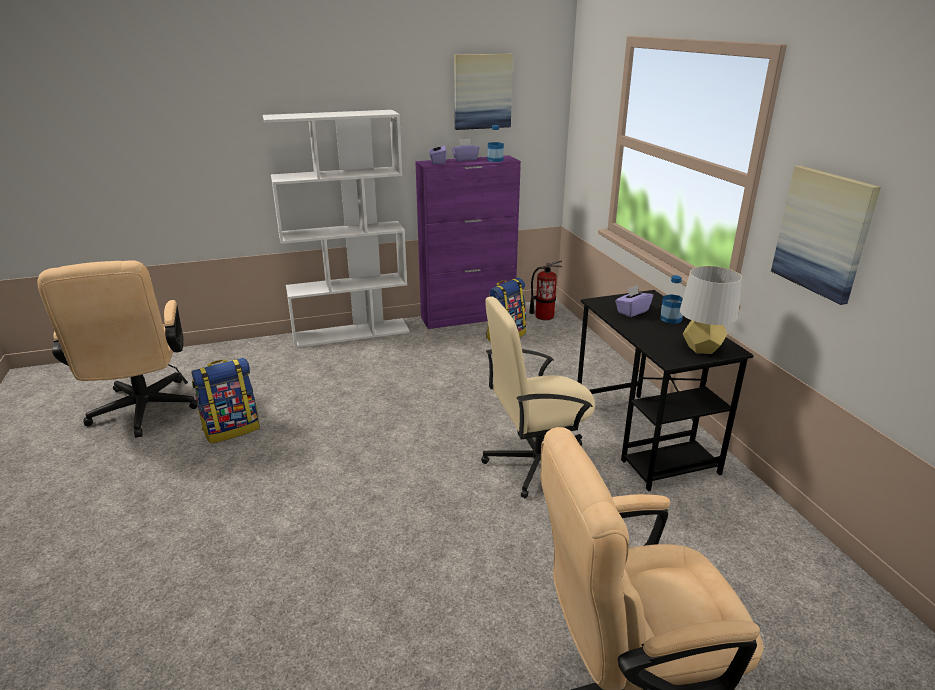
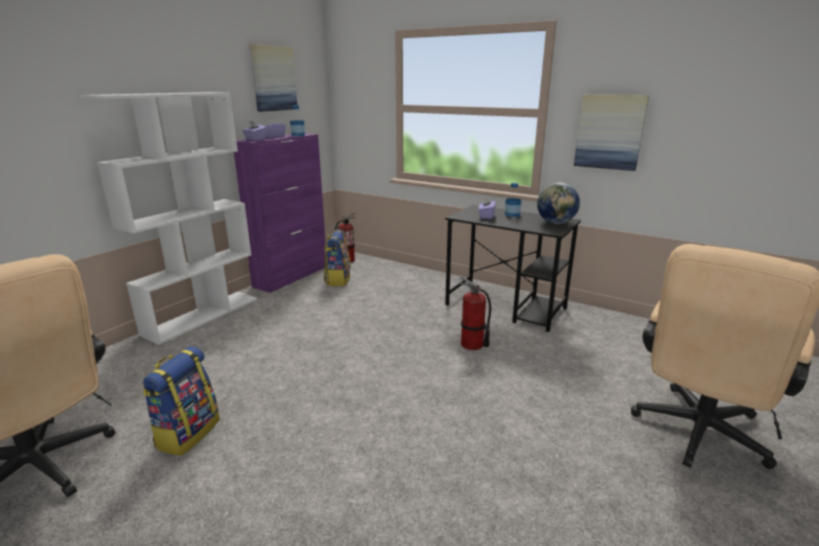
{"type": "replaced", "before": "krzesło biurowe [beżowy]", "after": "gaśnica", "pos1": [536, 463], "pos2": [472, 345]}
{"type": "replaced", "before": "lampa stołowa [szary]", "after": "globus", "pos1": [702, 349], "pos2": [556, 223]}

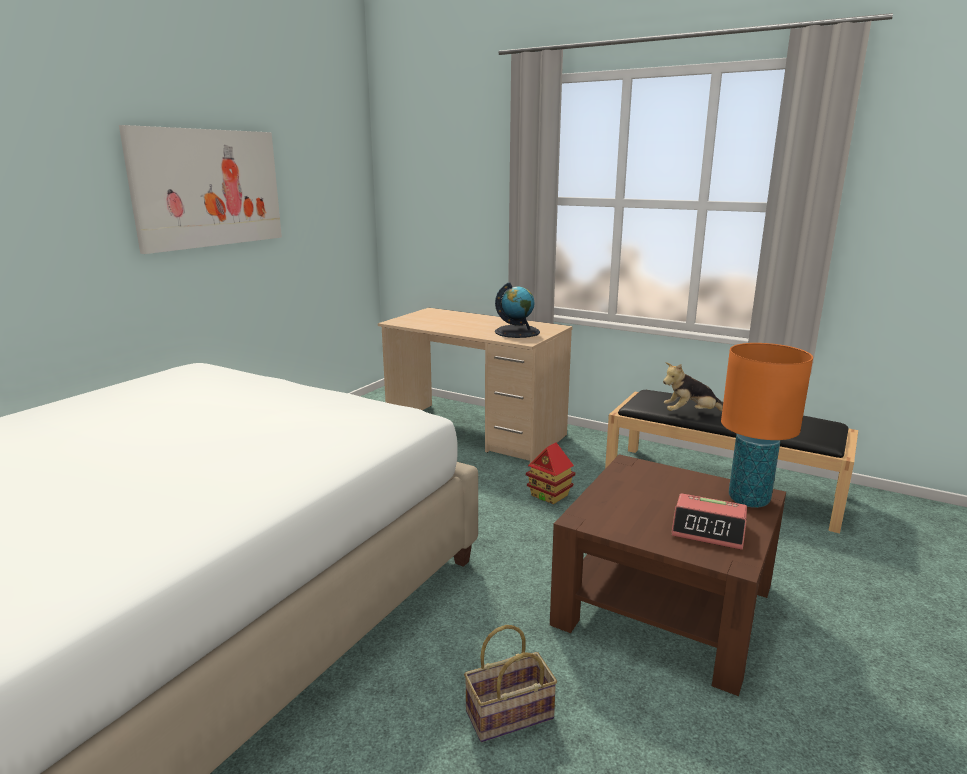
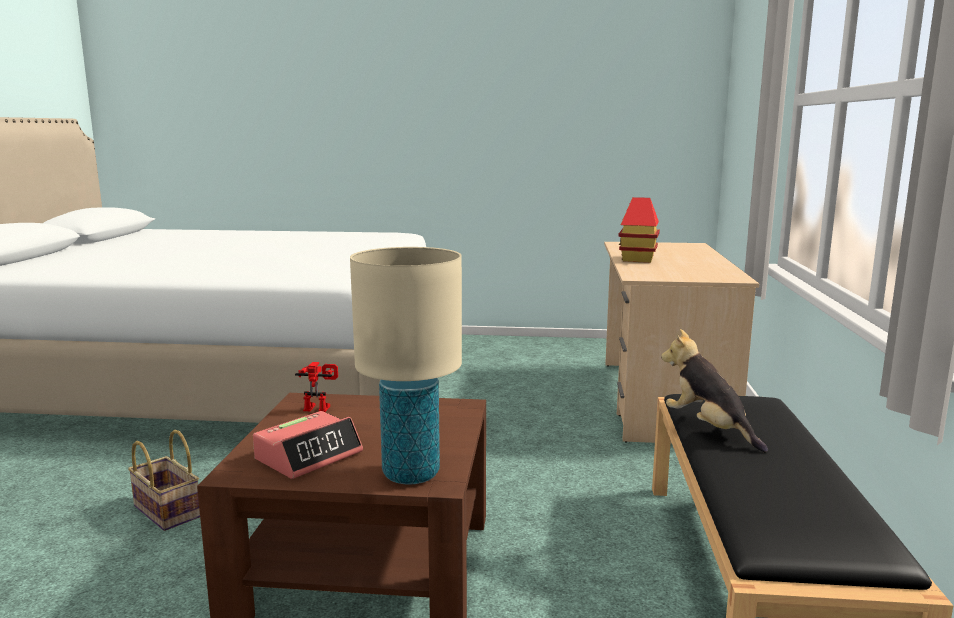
{"type": "removed", "before": "obraz", "pos1": [208, 188]}
{"type": "removed", "before": "globus", "pos1": [517, 332]}
{"type": "moved", "before": "domek", "pos1": [549, 495], "pos2": [638, 259]}
{"type": "turned", "before": "budzik", "pos1": [708, 530], "pos2": [309, 456], "turn": -135}
{"type": "recoloured", "before": "lampa stołowa [pomarańczowy]", "after": "lampa stołowa [beżowy]", "pos1": [748, 499], "pos2": [411, 474]}
{"type": "added", "after": "robot zabawkowy", "pos2": [319, 407]}

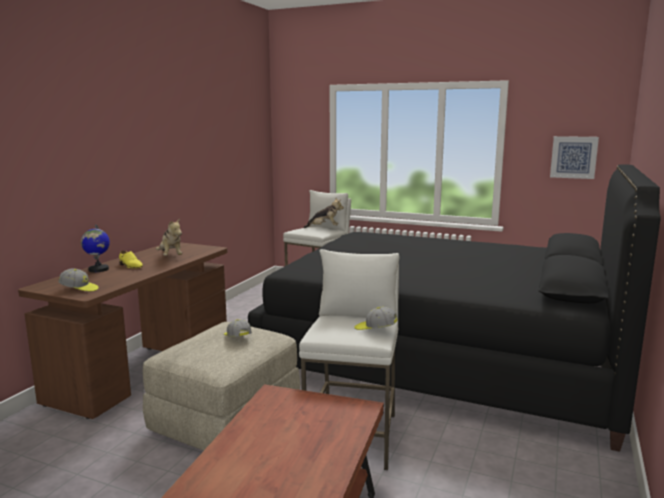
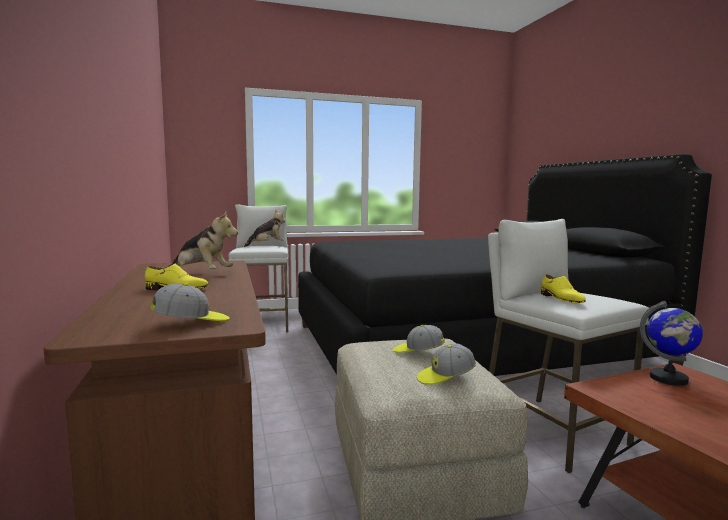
{"type": "moved", "before": "globus", "pos1": [98, 269], "pos2": [668, 379]}
{"type": "moved", "before": "czapka z daszkiem", "pos1": [375, 329], "pos2": [445, 377]}
{"type": "removed", "before": "obraz", "pos1": [573, 157]}
{"type": "added", "after": "but [żółty]", "pos2": [561, 299]}

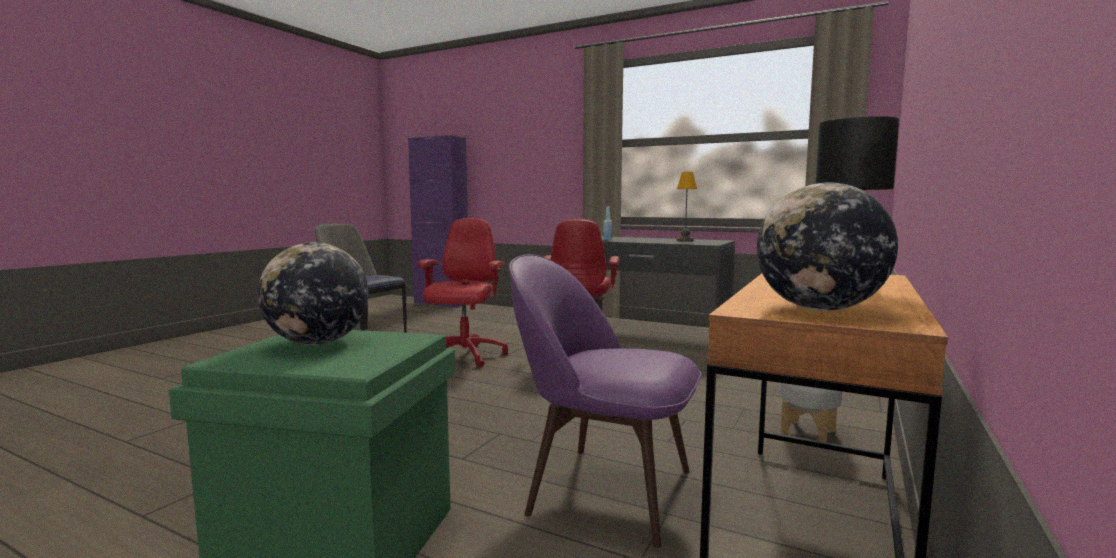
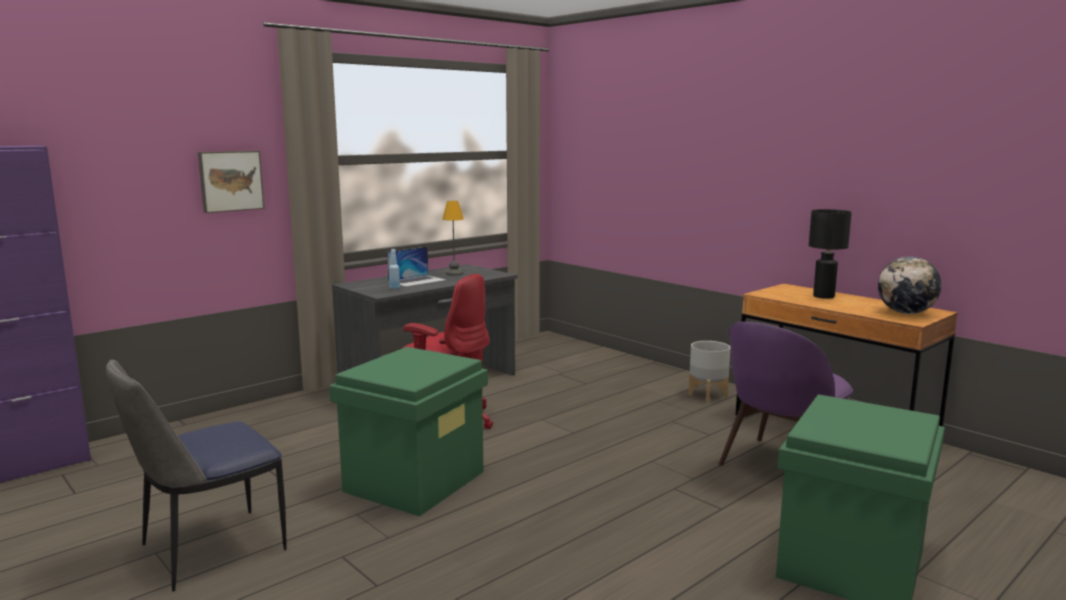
{"type": "removed", "before": "globus", "pos1": [318, 343]}
{"type": "replaced", "before": "krzesło biurowe [czerwony]", "after": "pojemnik do przechowywania [zielony]", "pos1": [464, 356], "pos2": [415, 481]}
{"type": "added", "after": "obraz", "pos2": [230, 181]}
{"type": "added", "after": "laptop", "pos2": [417, 280]}

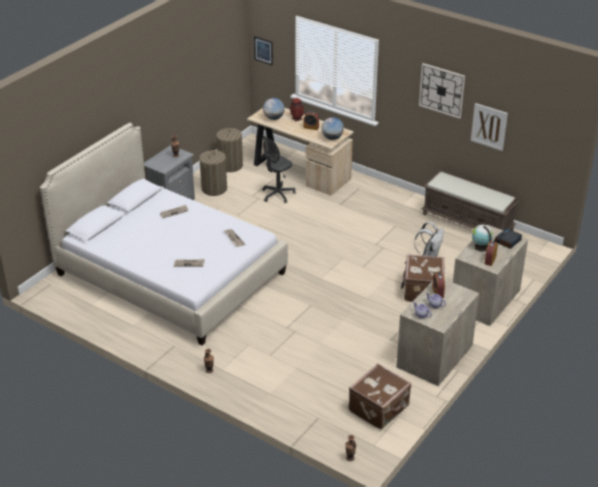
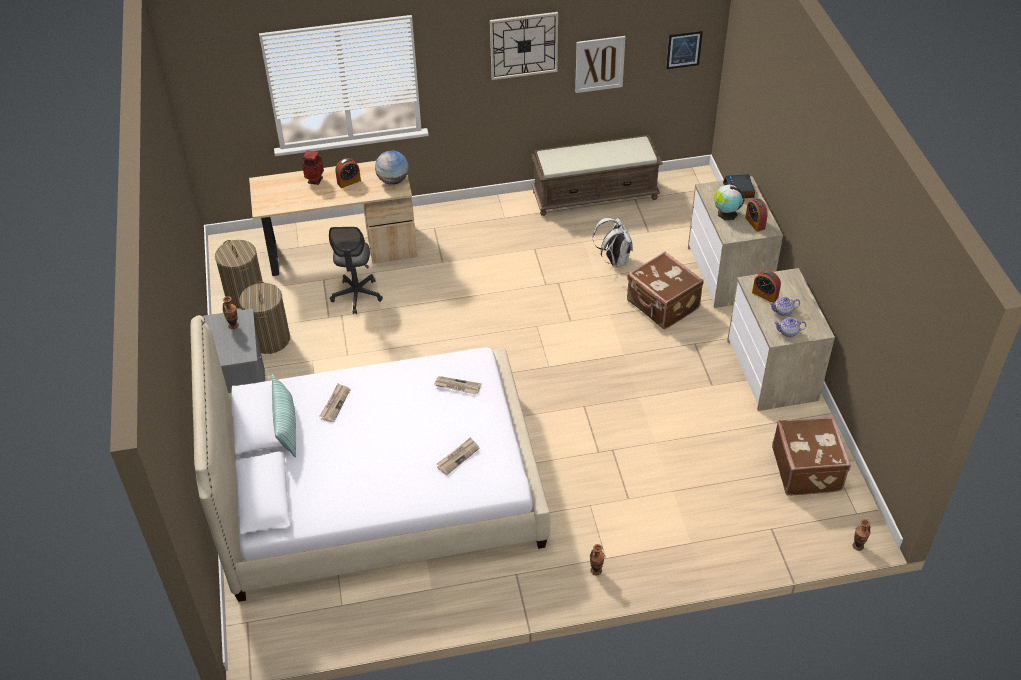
{"type": "moved", "before": "obraz", "pos1": [263, 50], "pos2": [684, 49]}
{"type": "removed", "before": "globus", "pos1": [274, 118]}
{"type": "added", "after": "poduszka", "pos2": [286, 427]}

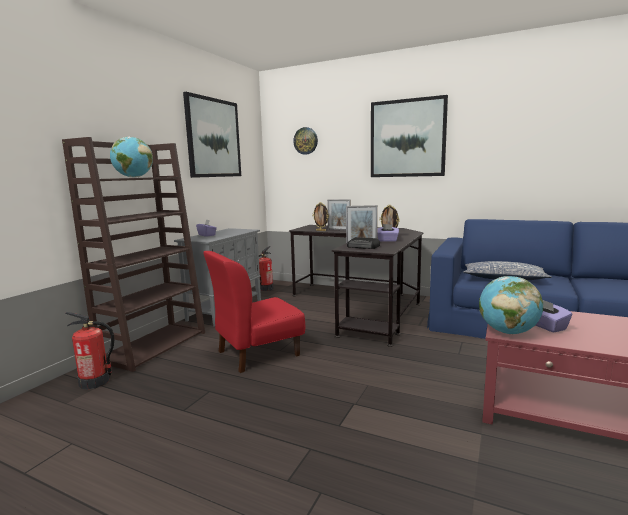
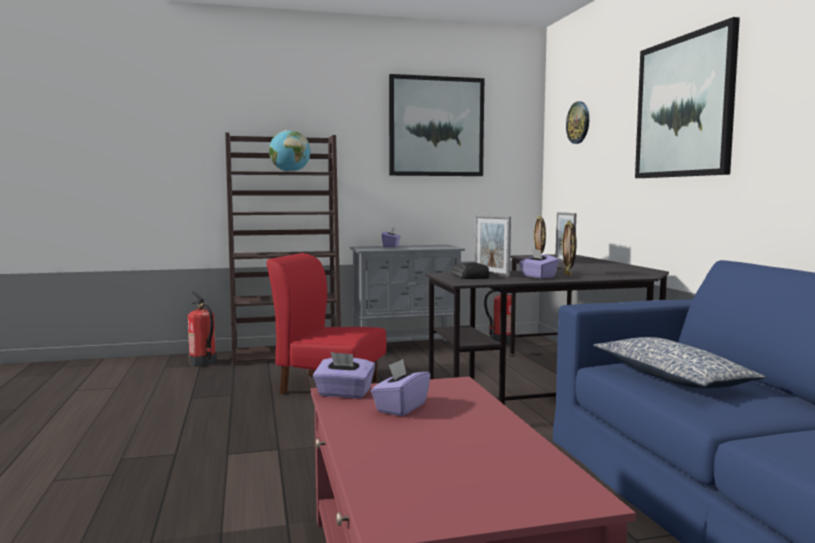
{"type": "replaced", "before": "globus", "after": "pudełko chusteczek [fioletowy]", "pos1": [507, 332], "pos2": [344, 393]}

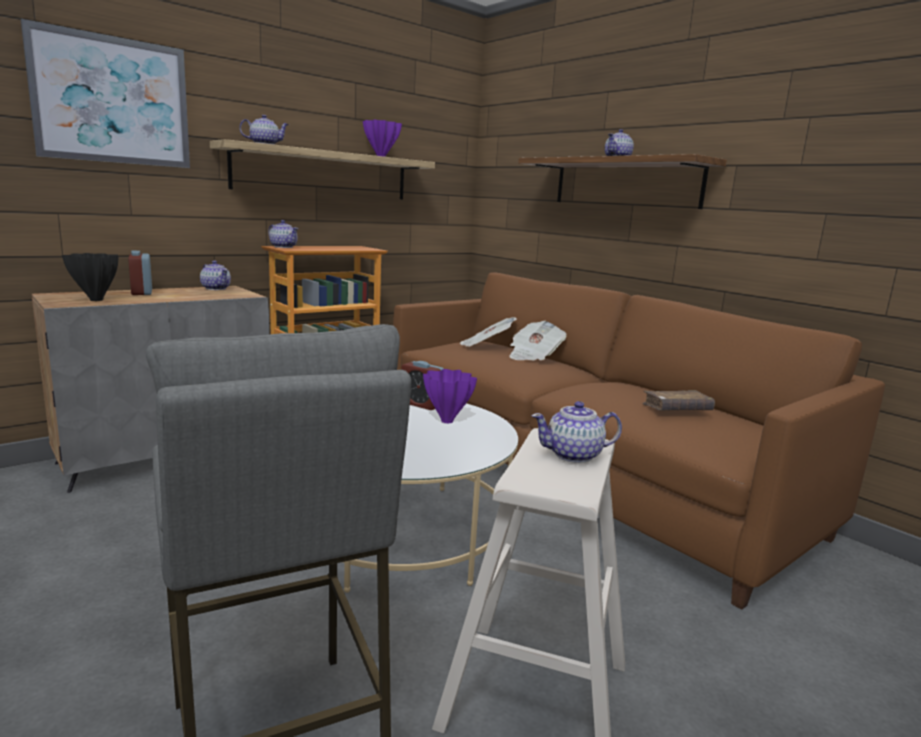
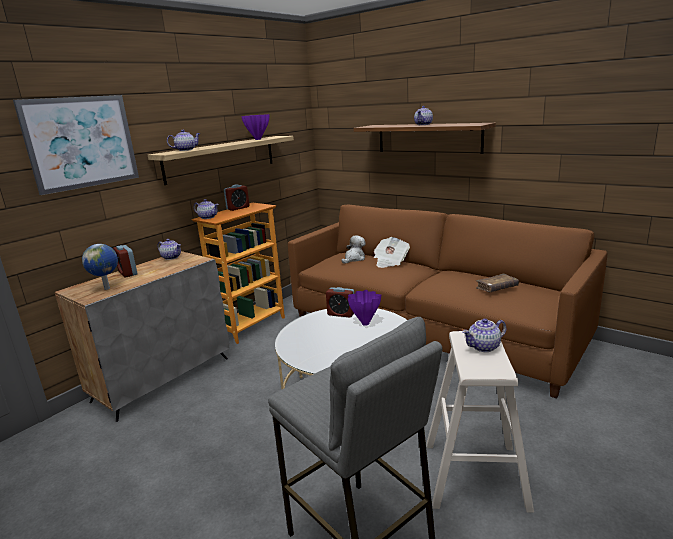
{"type": "replaced", "before": "wazon [czarny]", "after": "globus", "pos1": [96, 300], "pos2": [108, 288]}
{"type": "replaced", "before": "gazeta", "after": "pluszak", "pos1": [486, 346], "pos2": [354, 259]}
{"type": "added", "after": "budzik", "pos2": [238, 208]}

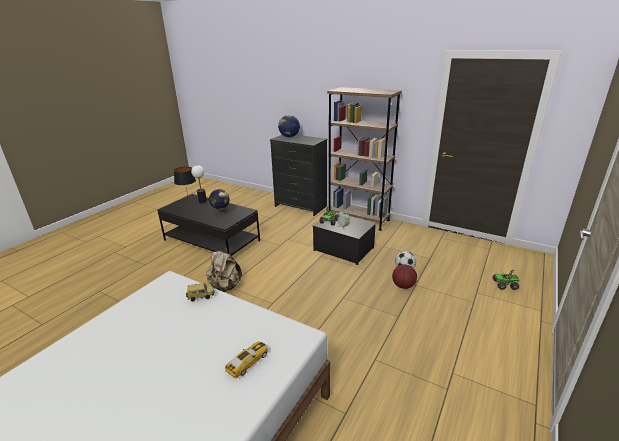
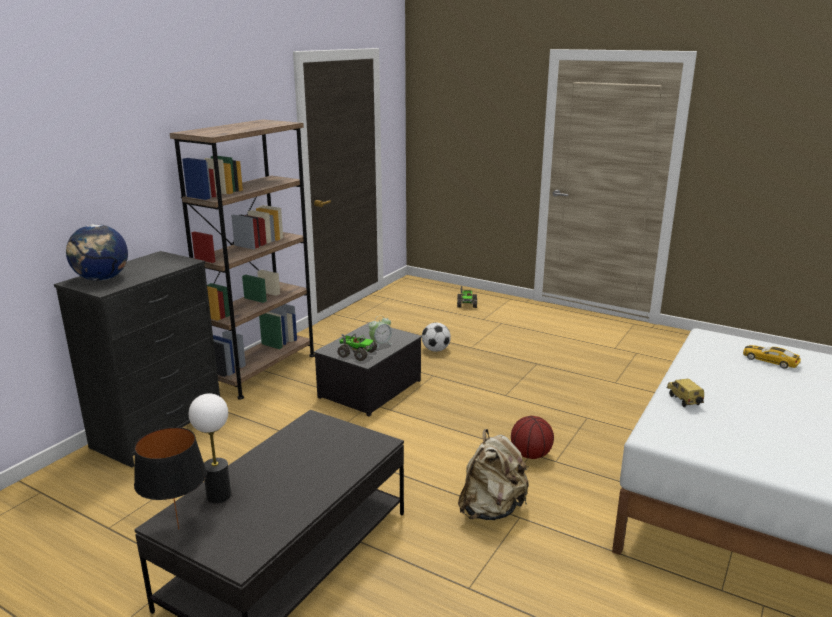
{"type": "removed", "before": "globus", "pos1": [221, 213]}
{"type": "moved", "before": "piłka do koszykówki", "pos1": [403, 286], "pos2": [531, 454]}

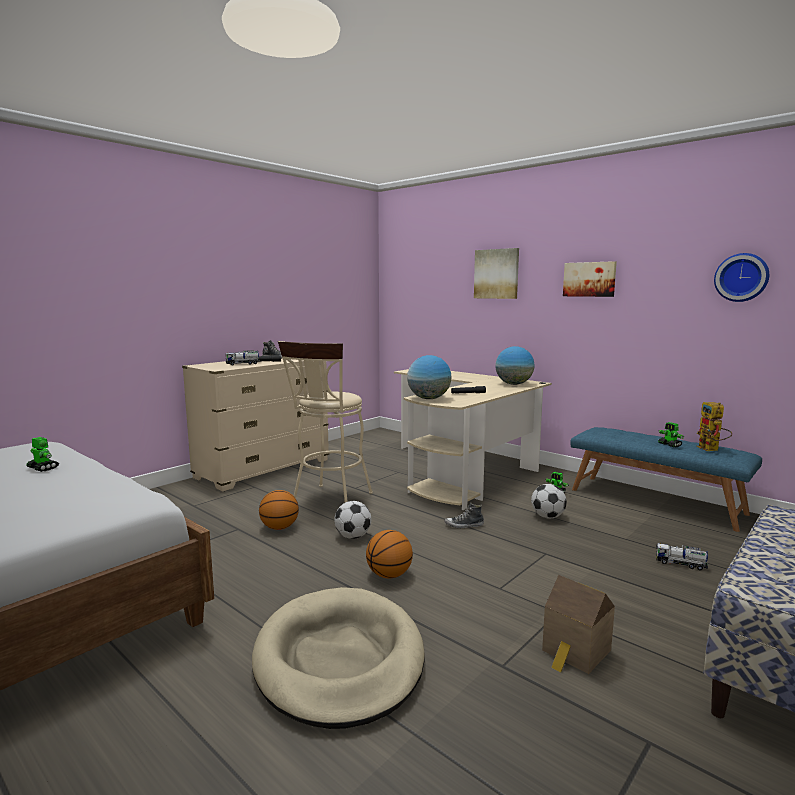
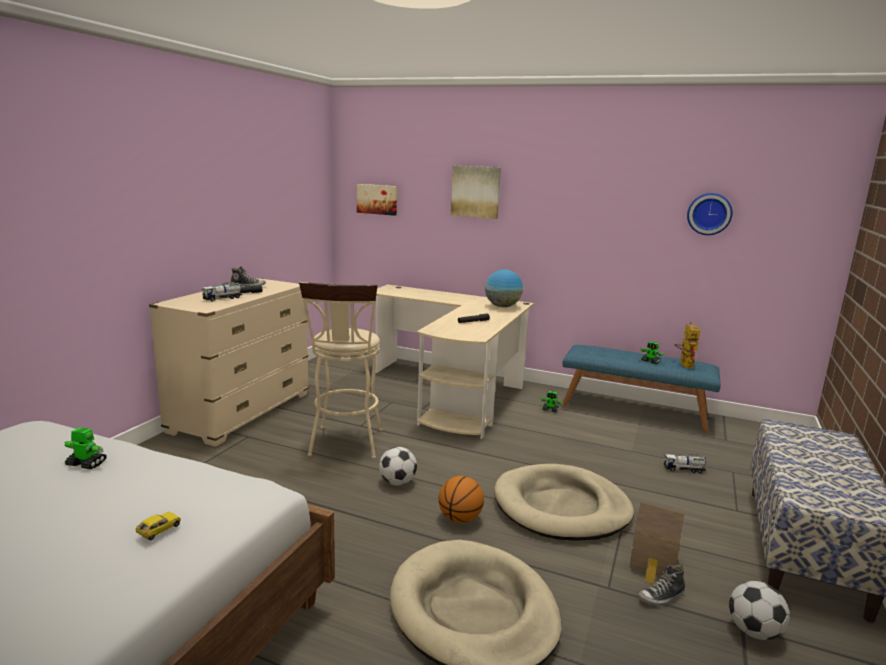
{"type": "removed", "before": "piłka do koszykówki", "pos1": [279, 527]}
{"type": "removed", "before": "globus", "pos1": [429, 398]}
{"type": "moved", "before": "but", "pos1": [464, 525], "pos2": [661, 597]}
{"type": "moved", "before": "piłka futbolowa", "pos1": [548, 517], "pos2": [753, 631]}
{"type": "moved", "before": "obraz", "pos1": [589, 279], "pos2": [377, 199]}
{"type": "turned", "before": "robot zabawkowy", "pos1": [712, 449], "pos2": [684, 364], "turn": -150}
{"type": "added", "after": "samochodzik", "pos2": [159, 530]}
{"type": "added", "after": "legowisko [beżowy]", "pos2": [561, 507]}

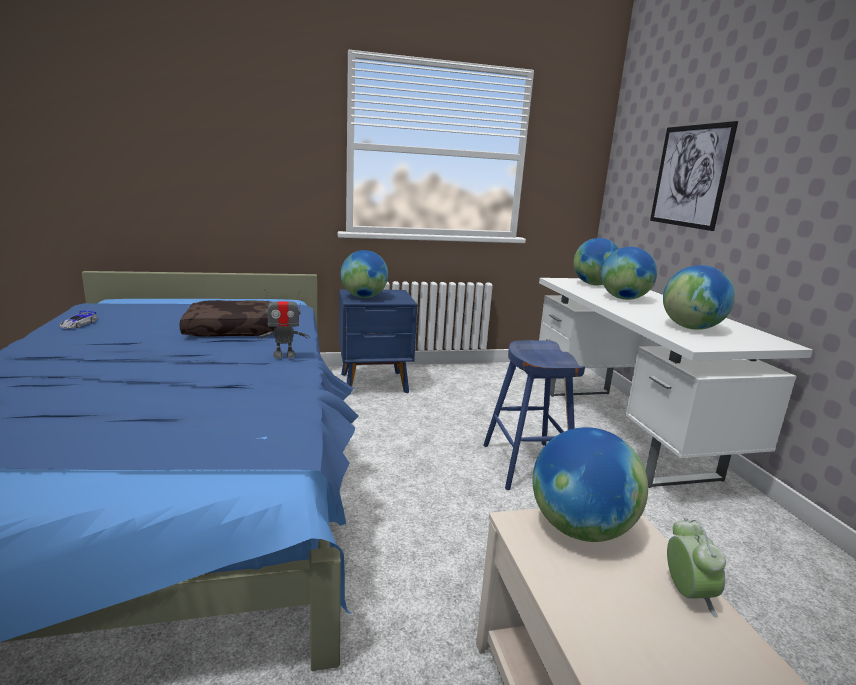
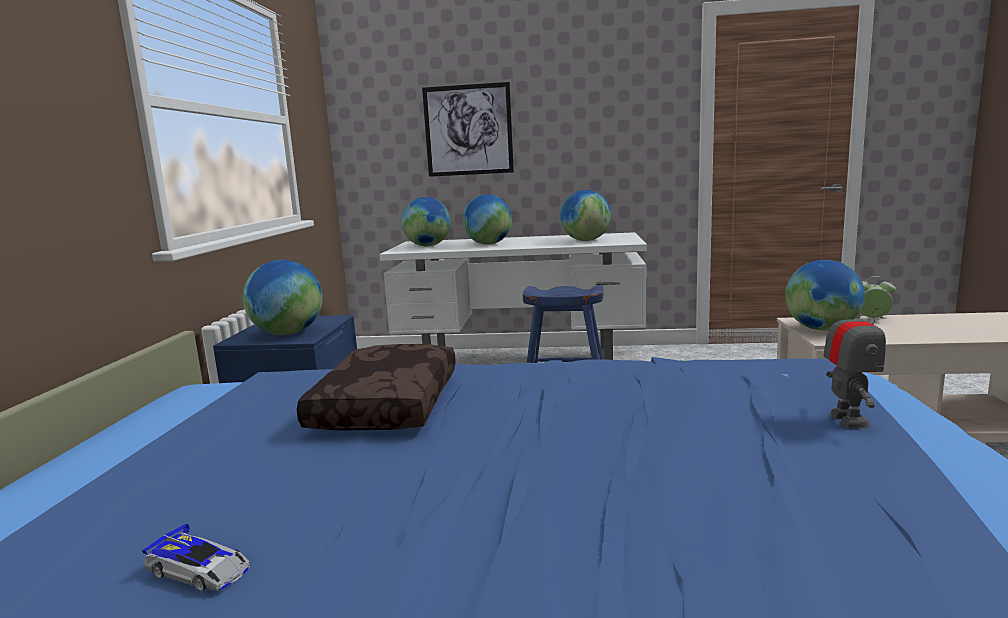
{"type": "moved", "before": "robot zabawkowy", "pos1": [284, 355], "pos2": [848, 420]}

